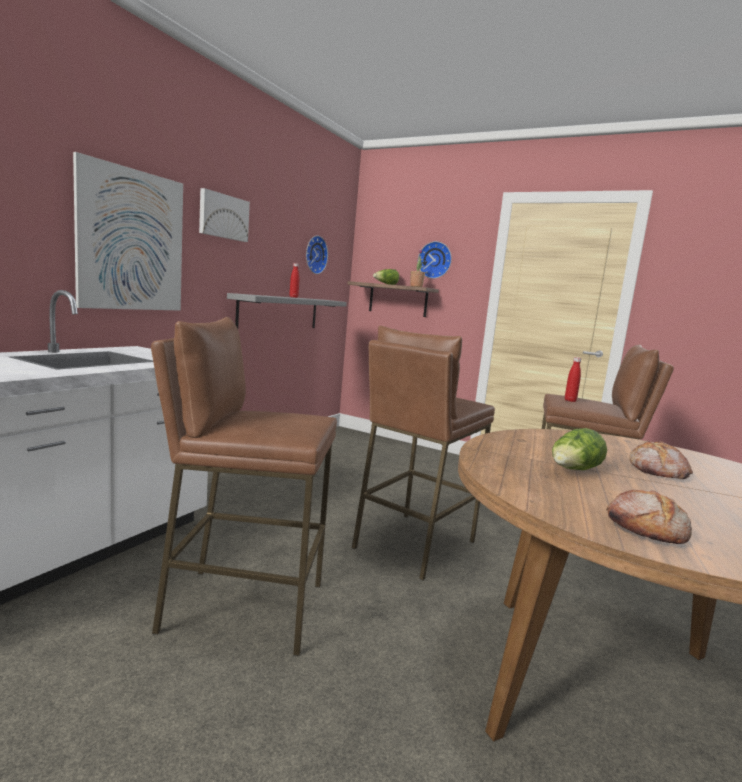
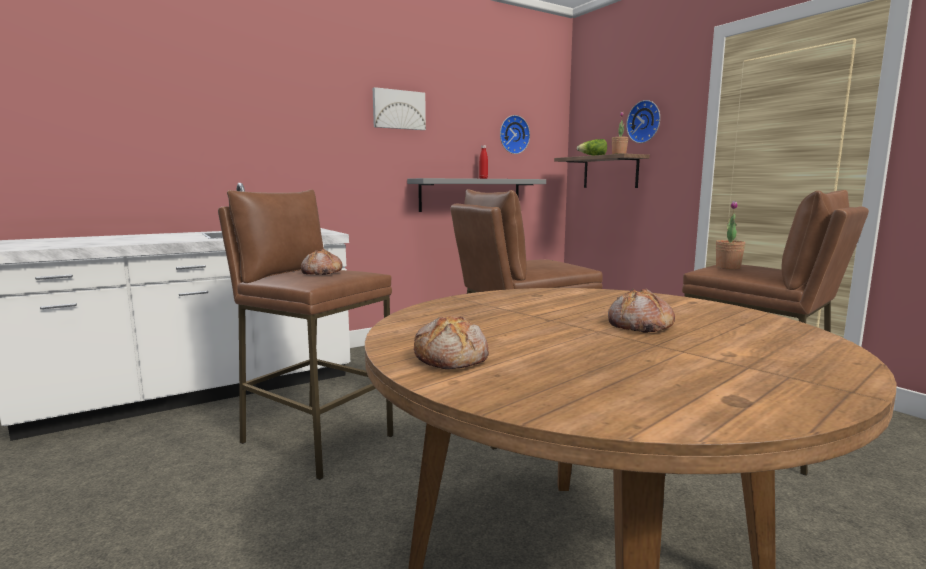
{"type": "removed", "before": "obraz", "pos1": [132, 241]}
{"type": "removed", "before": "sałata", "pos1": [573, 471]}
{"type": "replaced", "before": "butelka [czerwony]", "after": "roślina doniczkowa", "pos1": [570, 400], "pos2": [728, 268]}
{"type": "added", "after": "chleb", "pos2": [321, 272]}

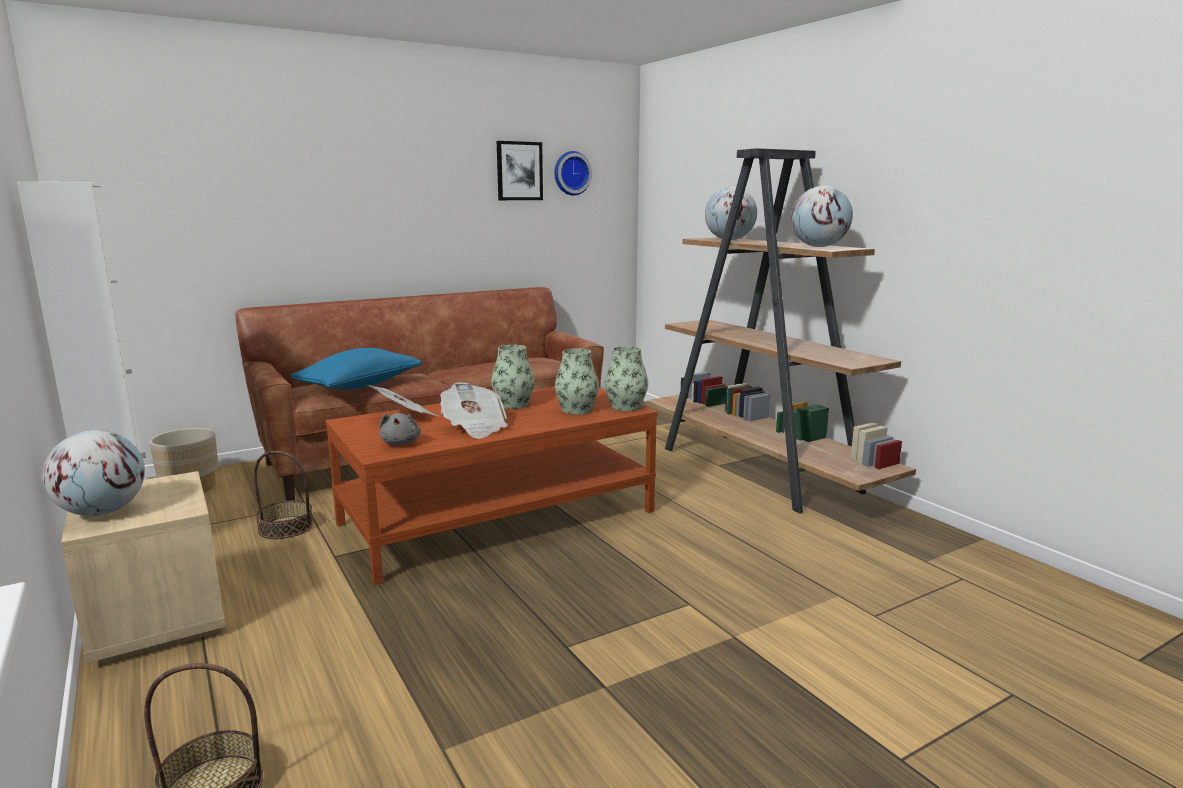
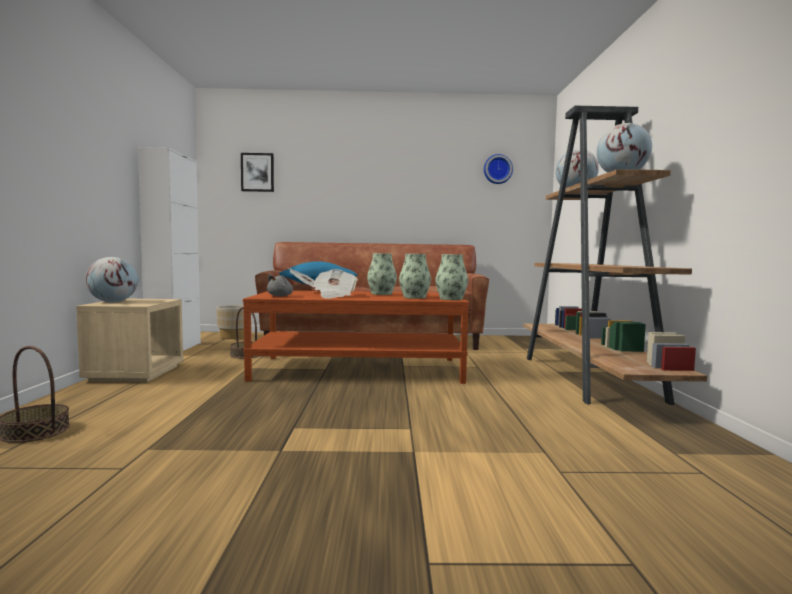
{"type": "moved", "before": "obraz", "pos1": [519, 171], "pos2": [257, 172]}

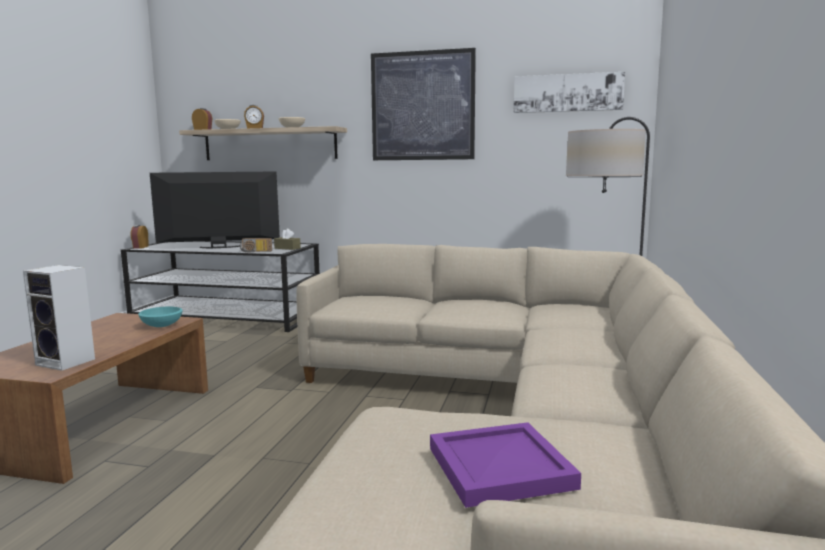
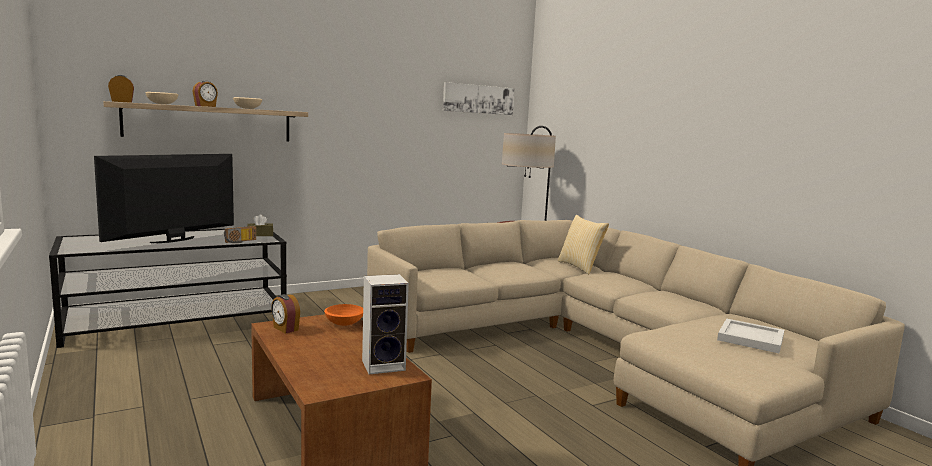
{"type": "moved", "before": "budzik", "pos1": [140, 247], "pos2": [285, 329]}
{"type": "recoloured", "before": "miska [turkusowy]", "after": "miska [pomarańczowy]", "pos1": [162, 325], "pos2": [344, 323]}
{"type": "removed", "before": "obraz", "pos1": [422, 106]}
{"type": "recoloured", "before": "taca [fioletowy]", "after": "taca [biały]", "pos1": [502, 468], "pos2": [751, 338]}
{"type": "added", "after": "poduszka", "pos2": [580, 267]}

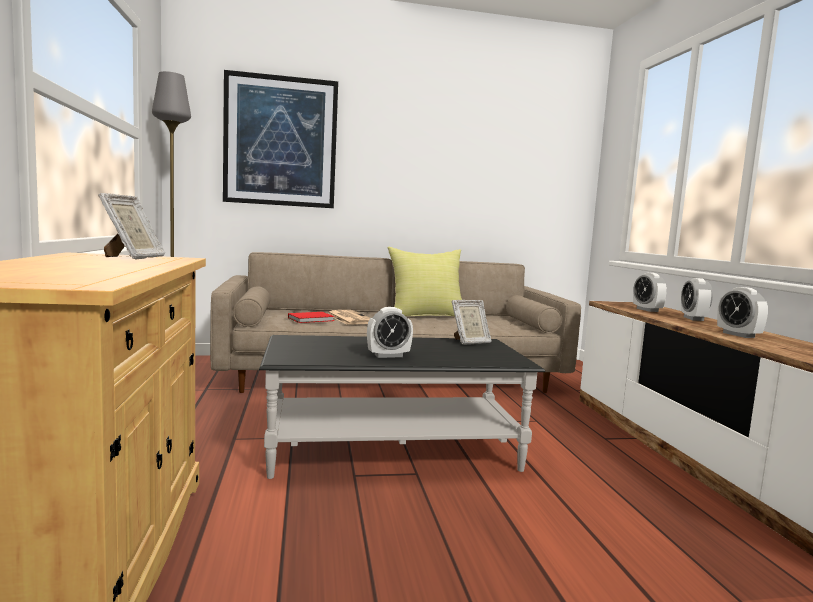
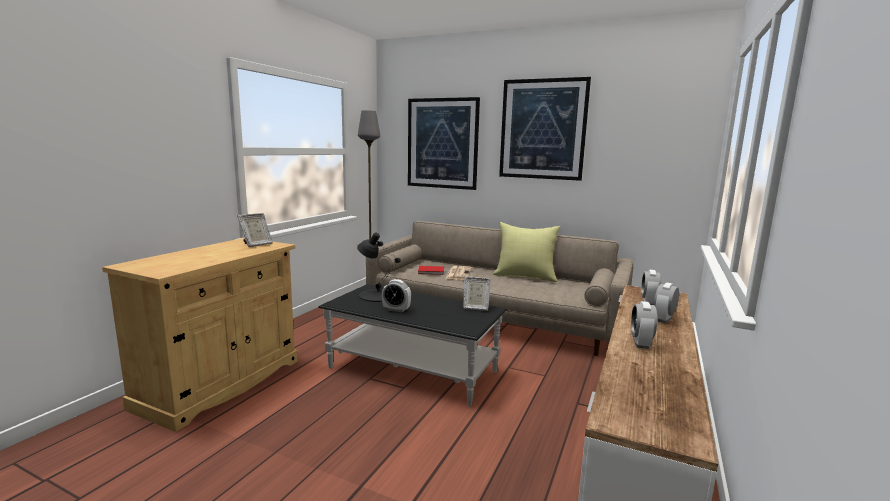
{"type": "added", "after": "lampa stołowa [czarny]", "pos2": [378, 295]}
{"type": "added", "after": "obraz", "pos2": [542, 129]}

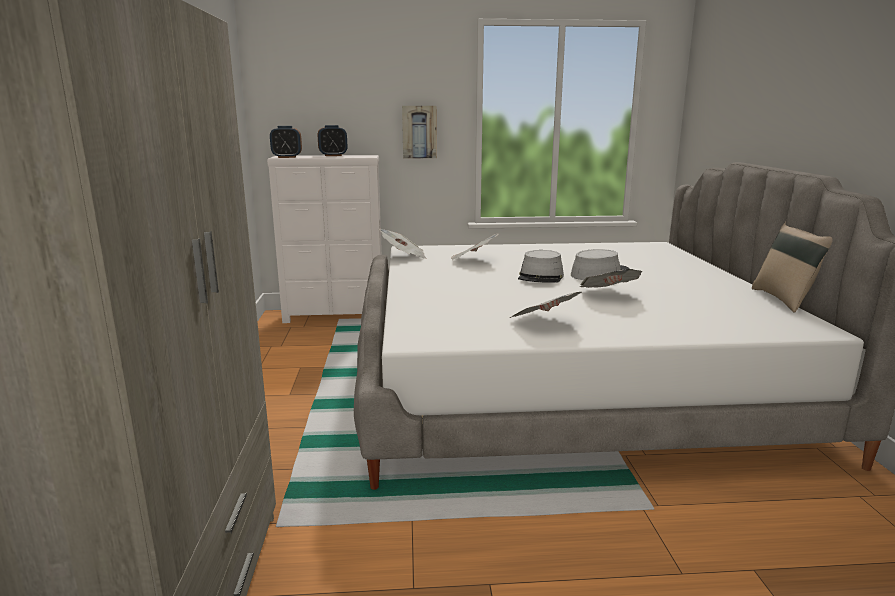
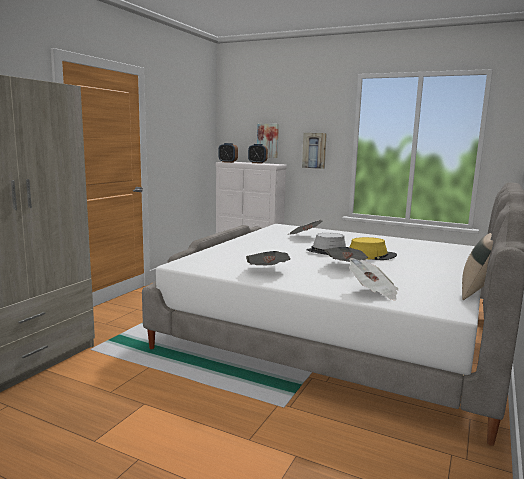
{"type": "moved", "before": "gazeta", "pos1": [404, 256], "pos2": [373, 292]}
{"type": "recoloured", "before": "kapelusz [szary]", "after": "kapelusz [żółty]", "pos1": [600, 274], "pos2": [371, 256]}
{"type": "added", "after": "obraz", "pos2": [268, 140]}

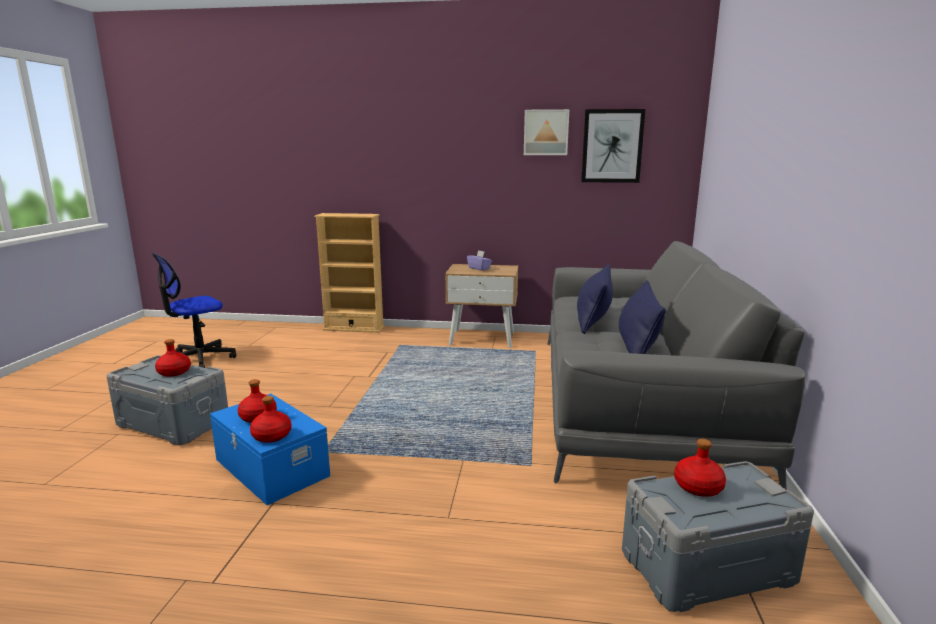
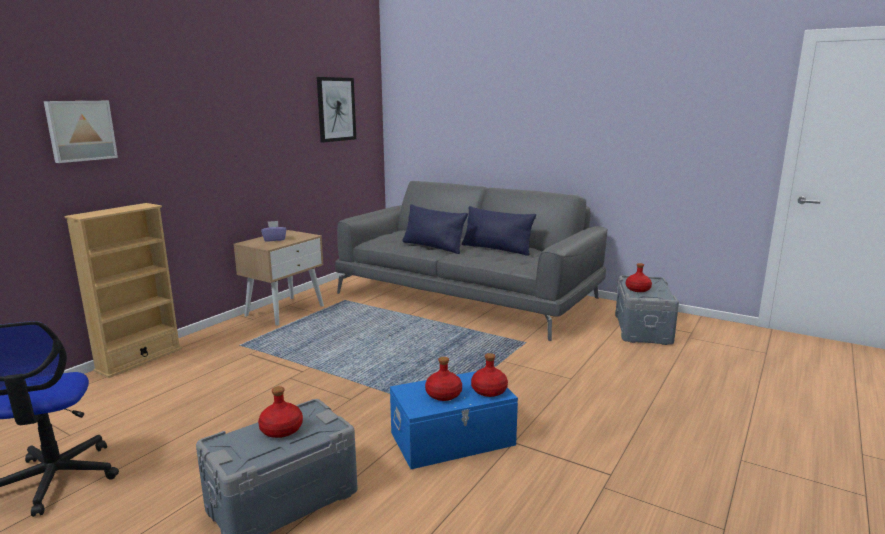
{"type": "moved", "before": "obraz", "pos1": [546, 132], "pos2": [80, 130]}

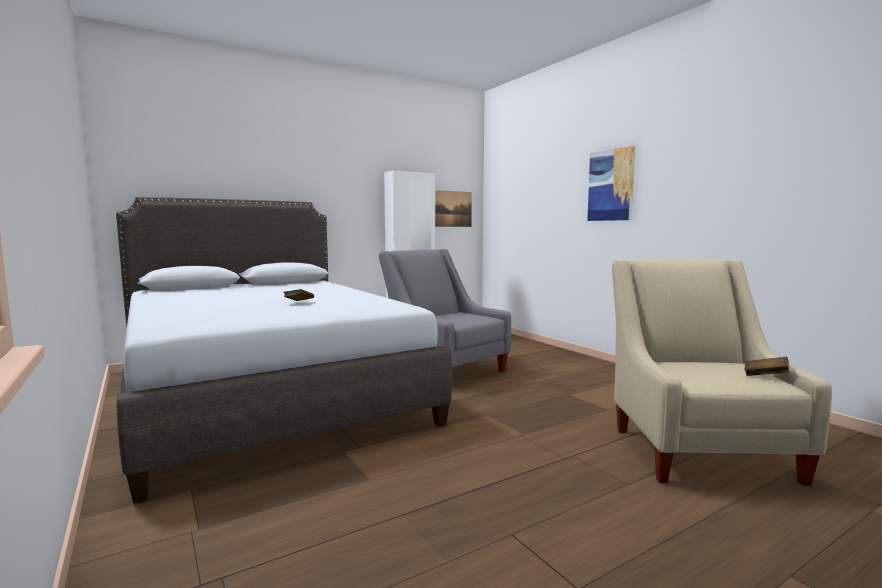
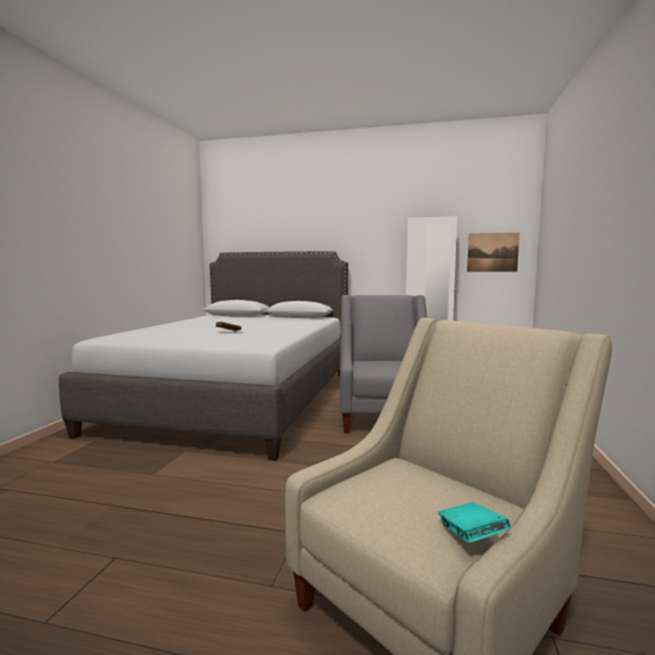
{"type": "removed", "before": "obraz", "pos1": [611, 185]}
{"type": "recoloured", "before": "książka [brązowy]", "after": "książka [turkusowy]", "pos1": [765, 376], "pos2": [470, 537]}

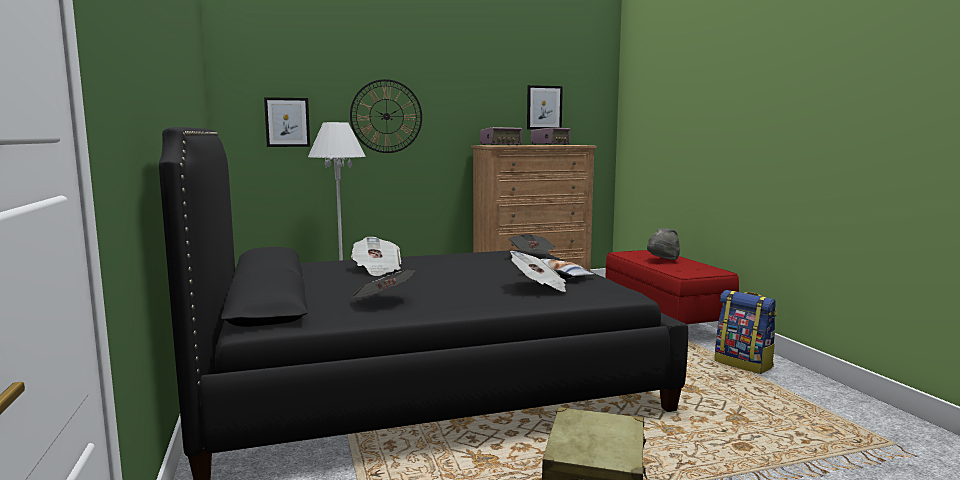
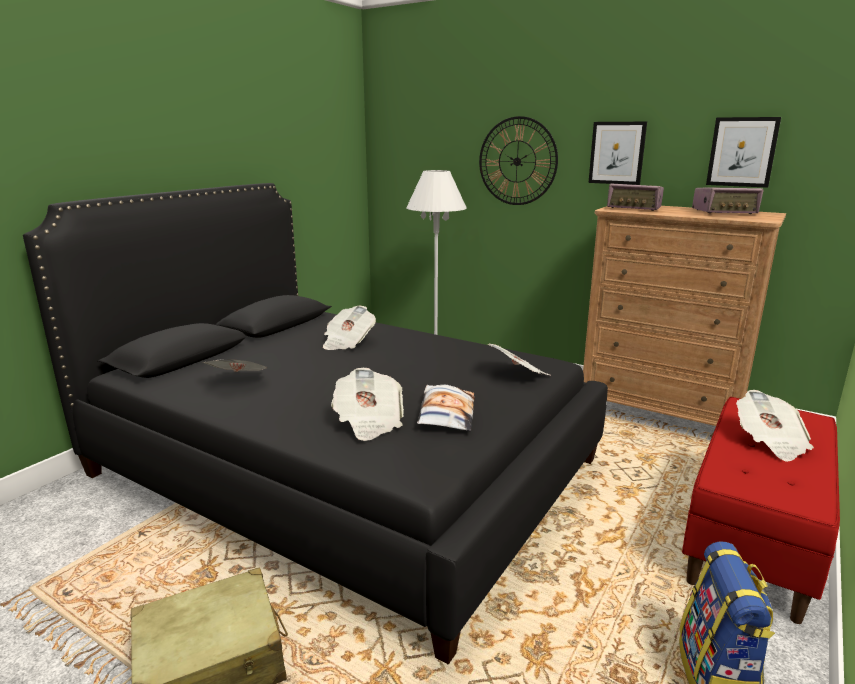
{"type": "moved", "before": "obraz", "pos1": [287, 122], "pos2": [617, 153]}
{"type": "replaced", "before": "kapelusz [szary]", "after": "gazeta", "pos1": [662, 261], "pos2": [770, 442]}

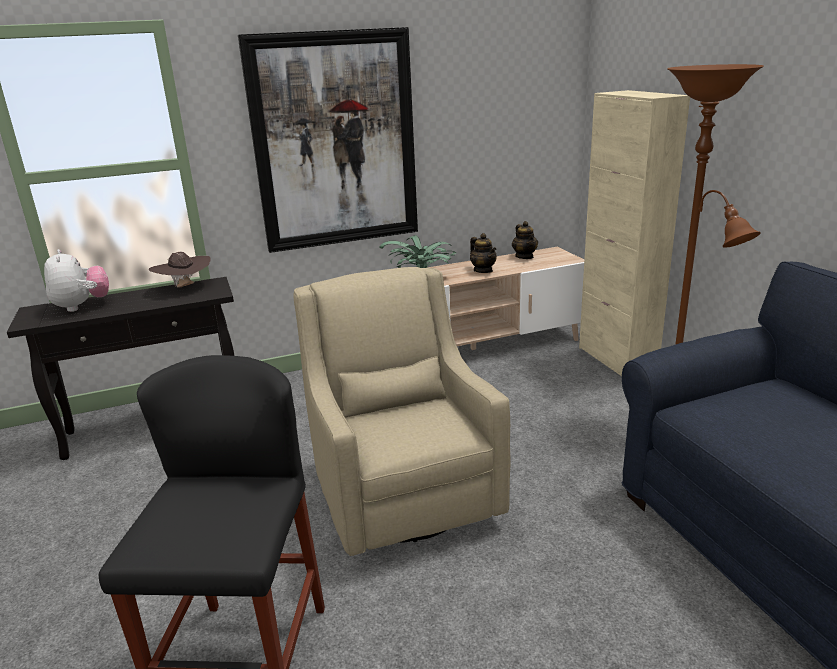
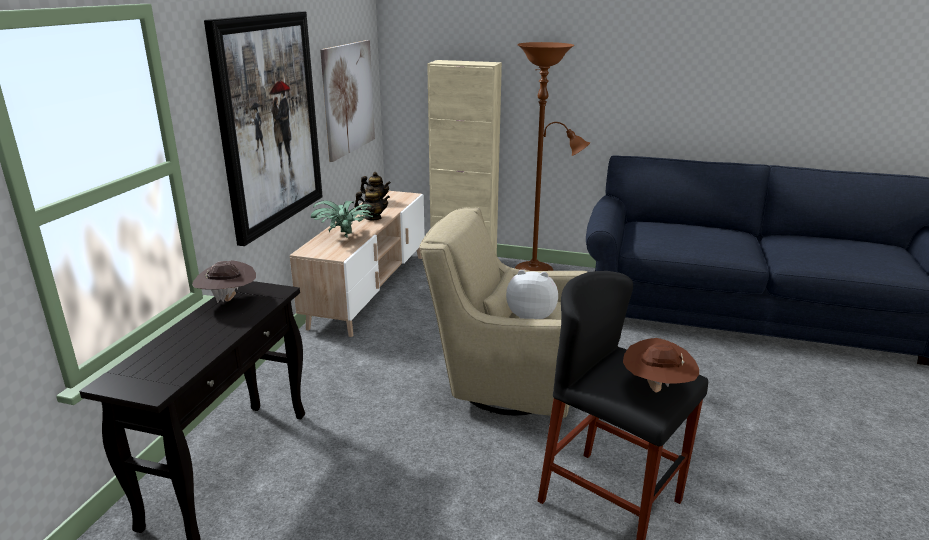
{"type": "moved", "before": "pluszak", "pos1": [82, 306], "pos2": [531, 316]}
{"type": "added", "after": "obraz", "pos2": [348, 98]}
{"type": "added", "after": "kapelusz [brązowy]", "pos2": [656, 389]}

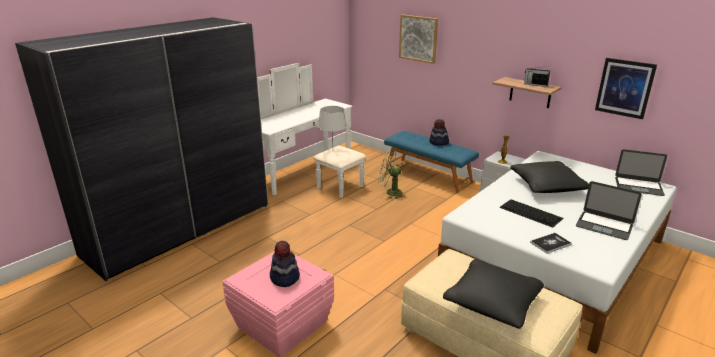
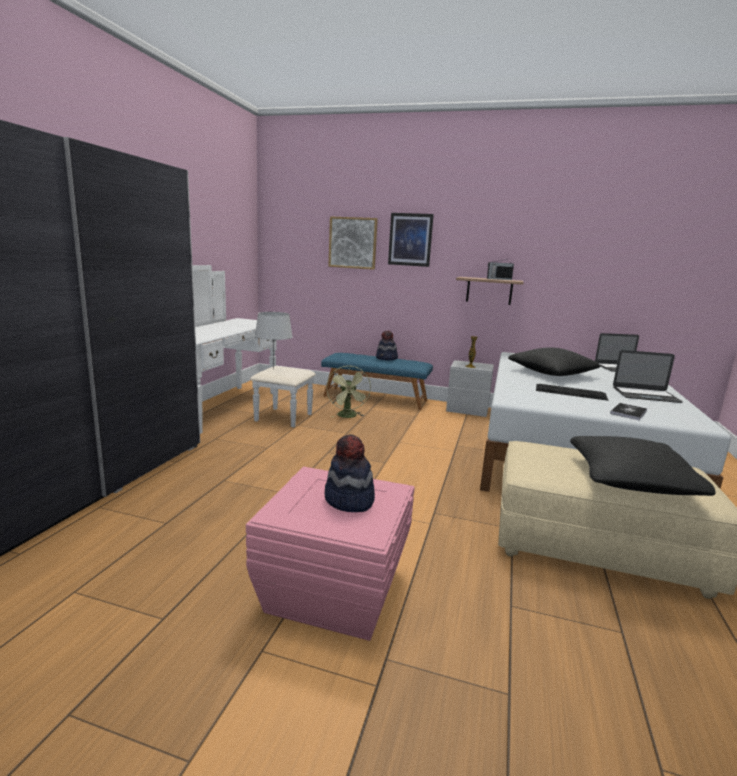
{"type": "turned", "before": "wentylator [zielony]", "pos1": [390, 192], "pos2": [348, 416], "turn": -90}
{"type": "moved", "before": "obraz", "pos1": [624, 88], "pos2": [410, 239]}

